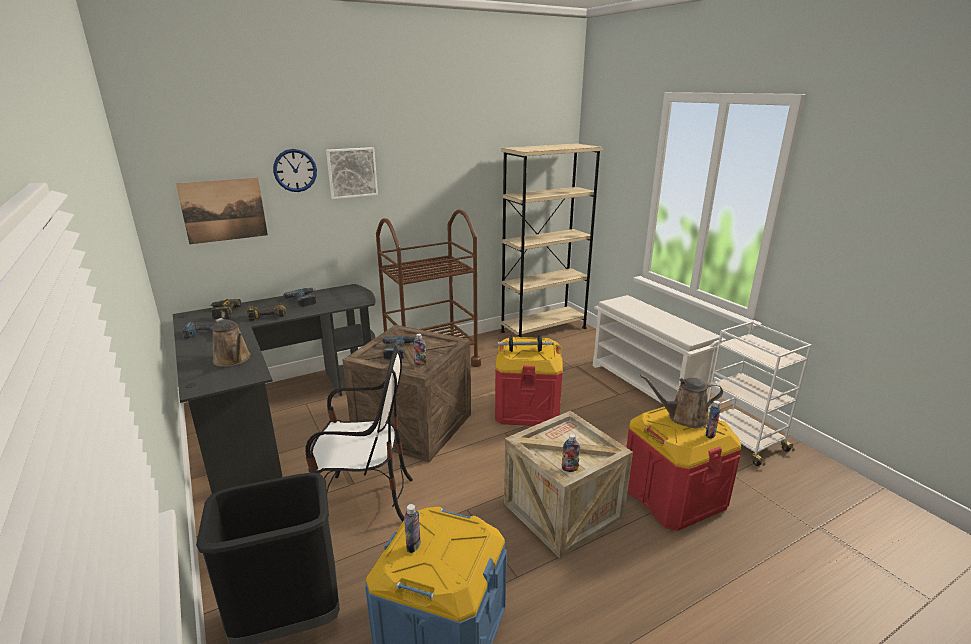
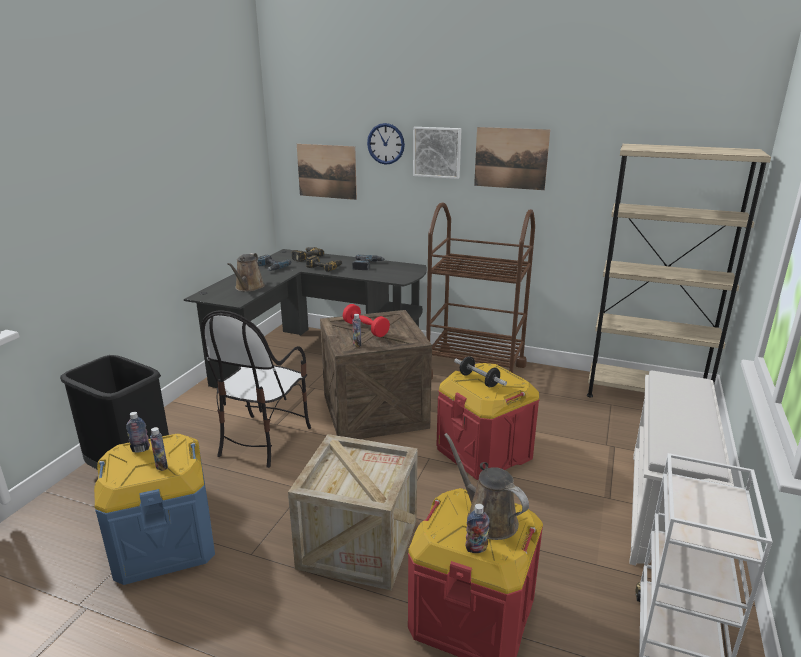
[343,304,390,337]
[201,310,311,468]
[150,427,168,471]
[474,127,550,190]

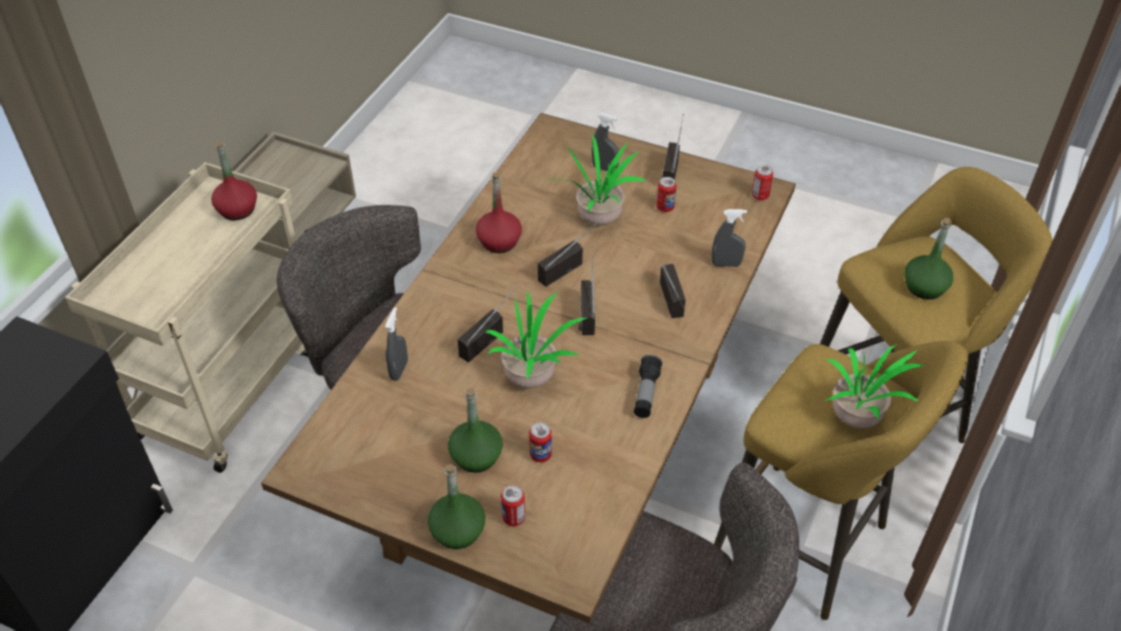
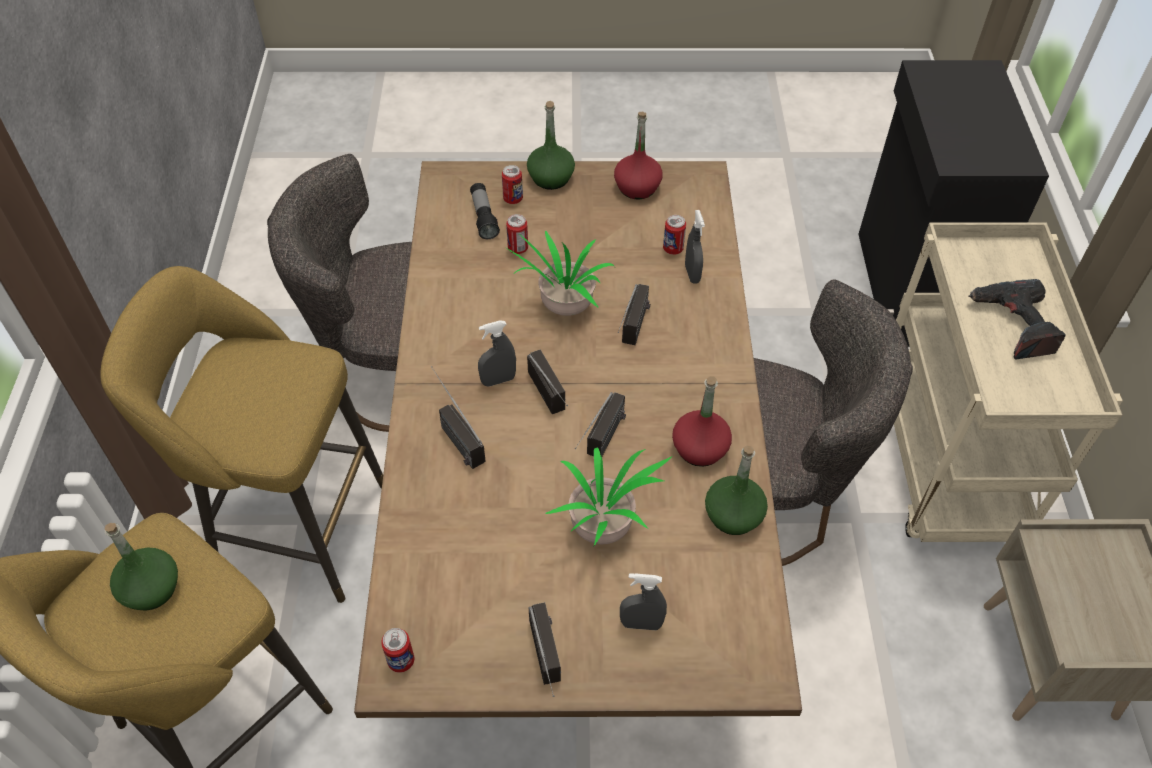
[614,112,663,200]
[663,215,686,255]
[478,321,516,387]
[825,344,924,428] (first image)
[470,183,500,239]
[705,446,768,535]
[969,279,1066,360]

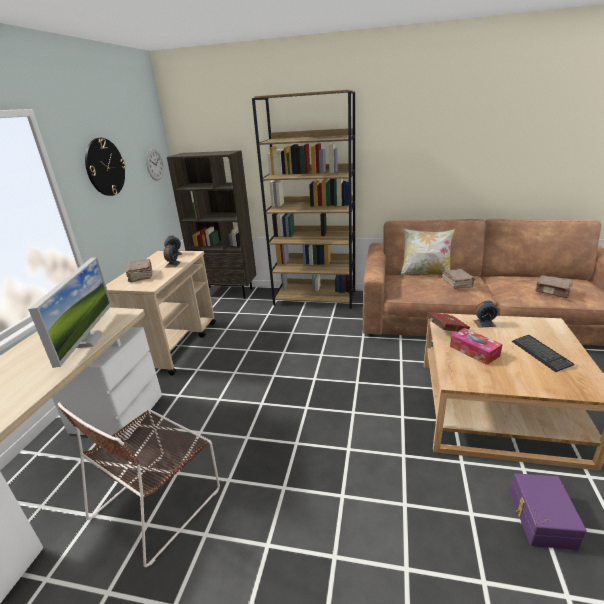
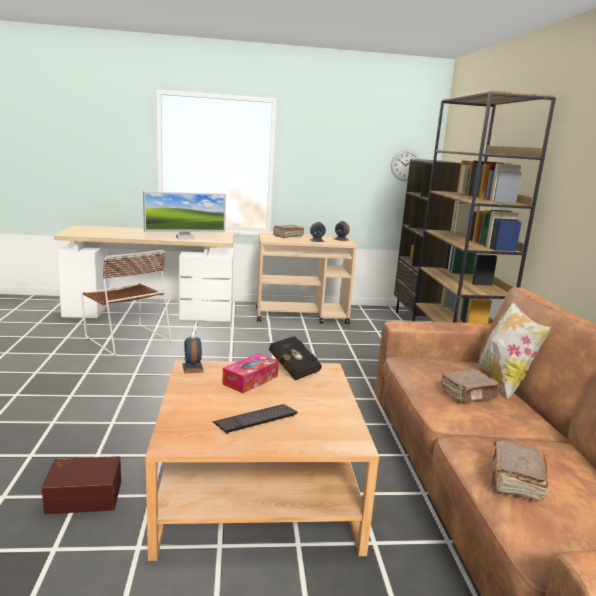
[85,138,126,196] (first image)
[182,335,204,374]
[269,336,322,380]
[81,250,172,356]
[42,456,121,514]

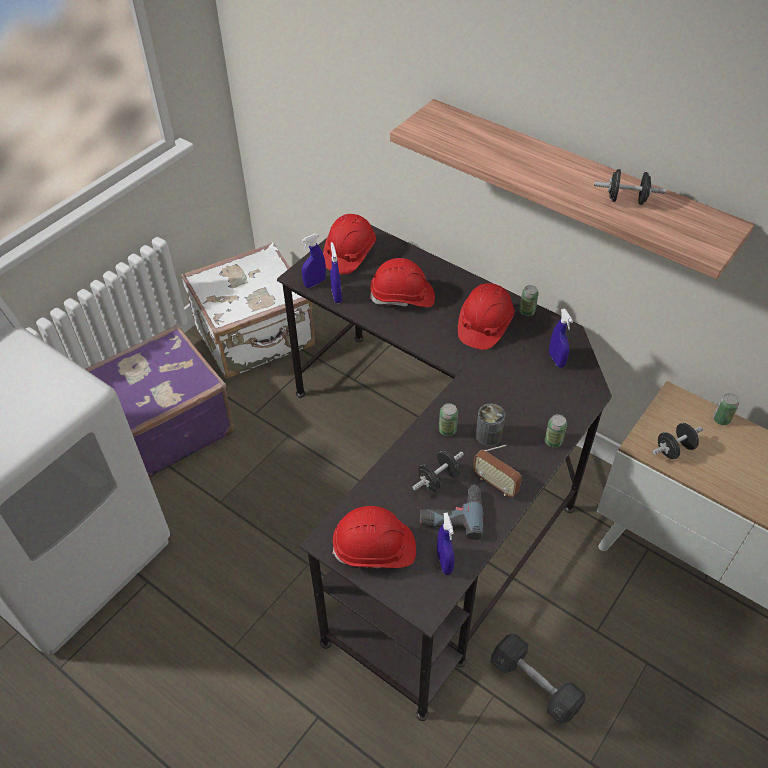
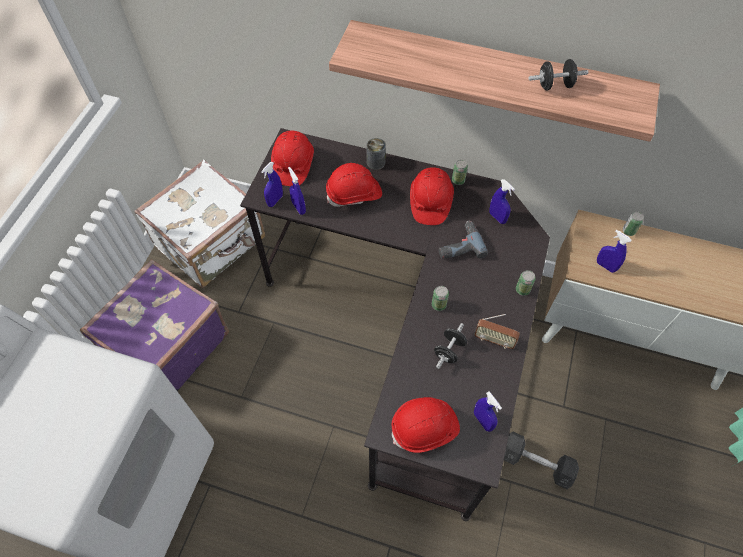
[366,138,386,170]
[597,230,632,273]
[439,221,488,259]

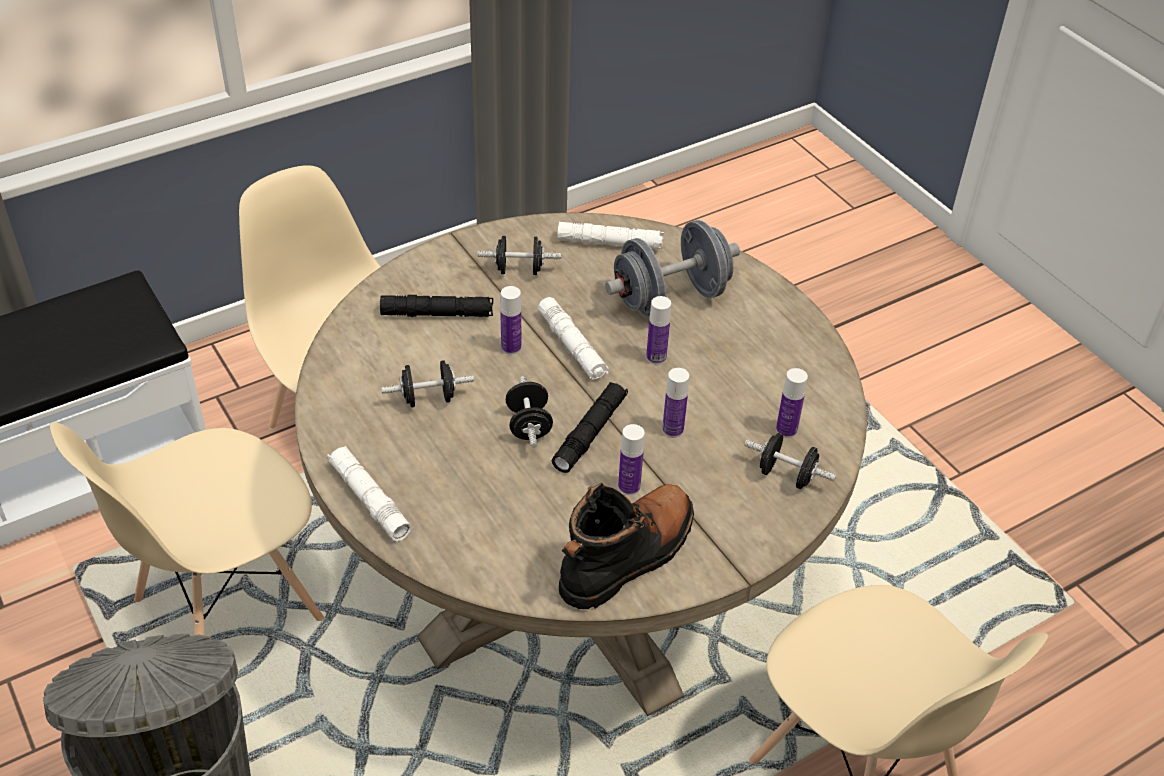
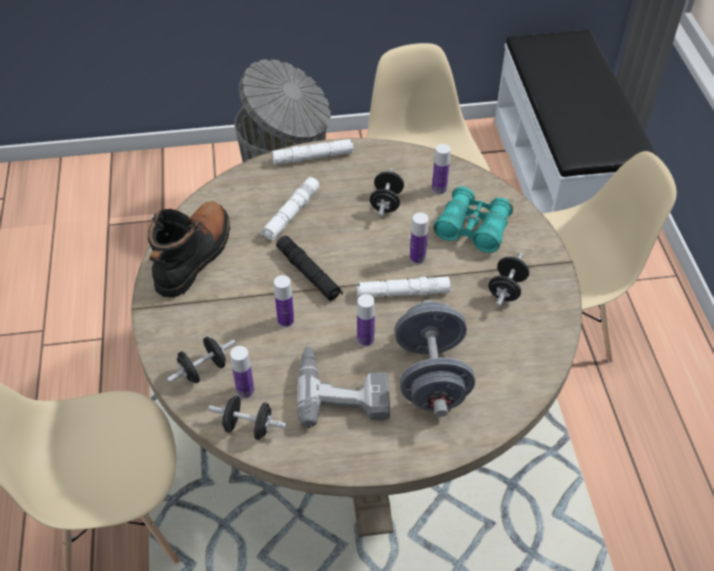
[260,177,320,241]
[433,186,513,253]
[208,396,287,440]
[432,144,451,194]
[148,202,230,298]
[297,346,390,428]

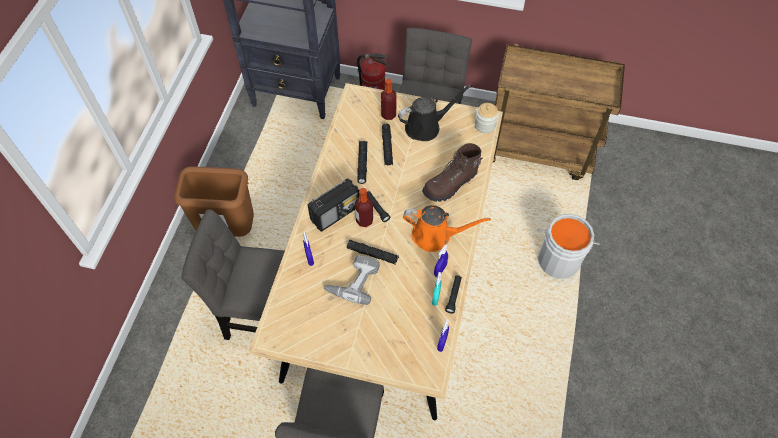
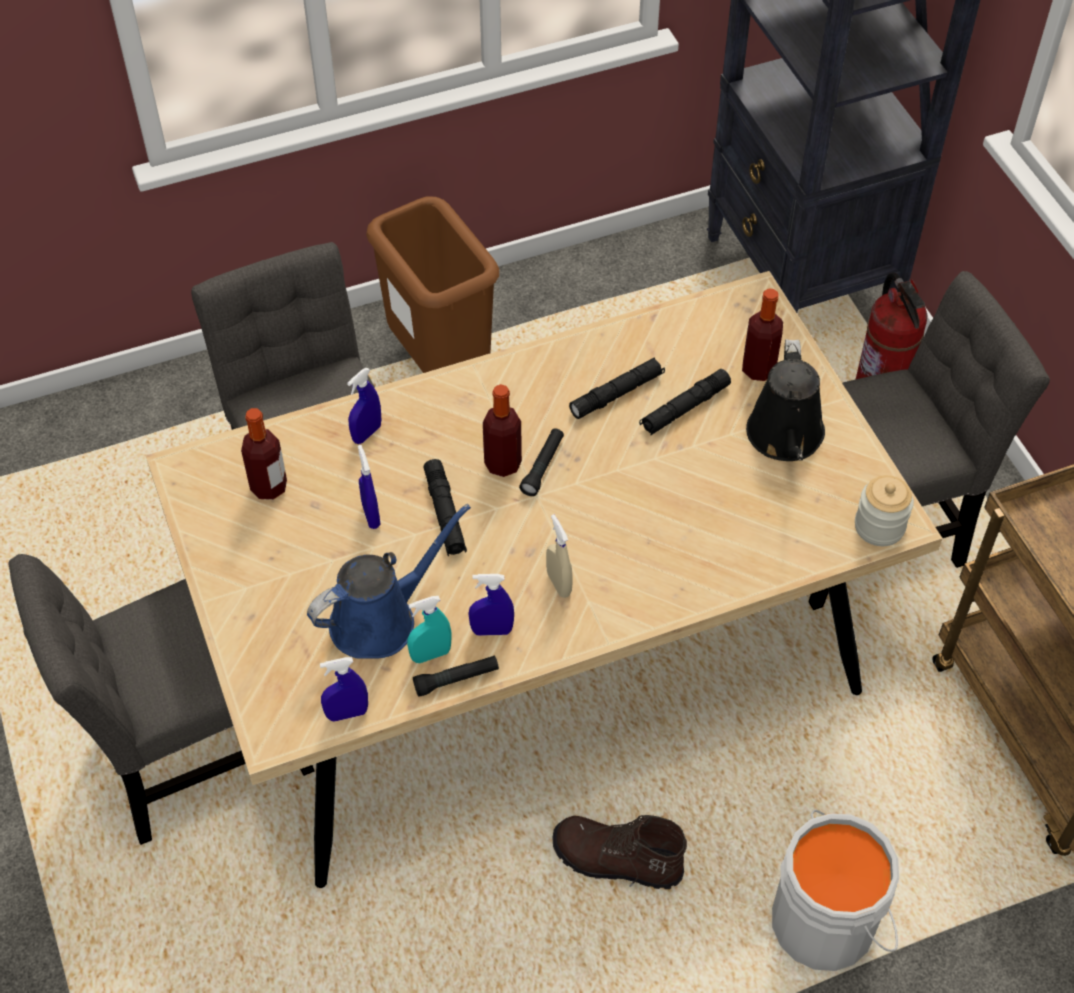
[746,339,825,461]
[552,815,687,889]
[308,178,360,232] (first image)
[546,514,573,598]
[358,445,381,529]
[241,408,287,500]
[307,504,471,659]

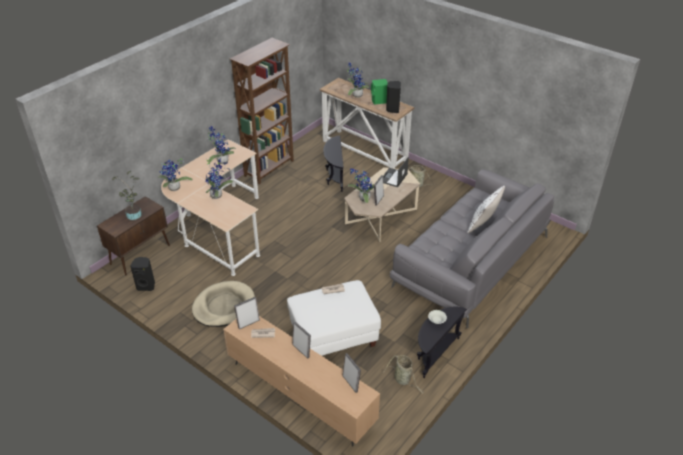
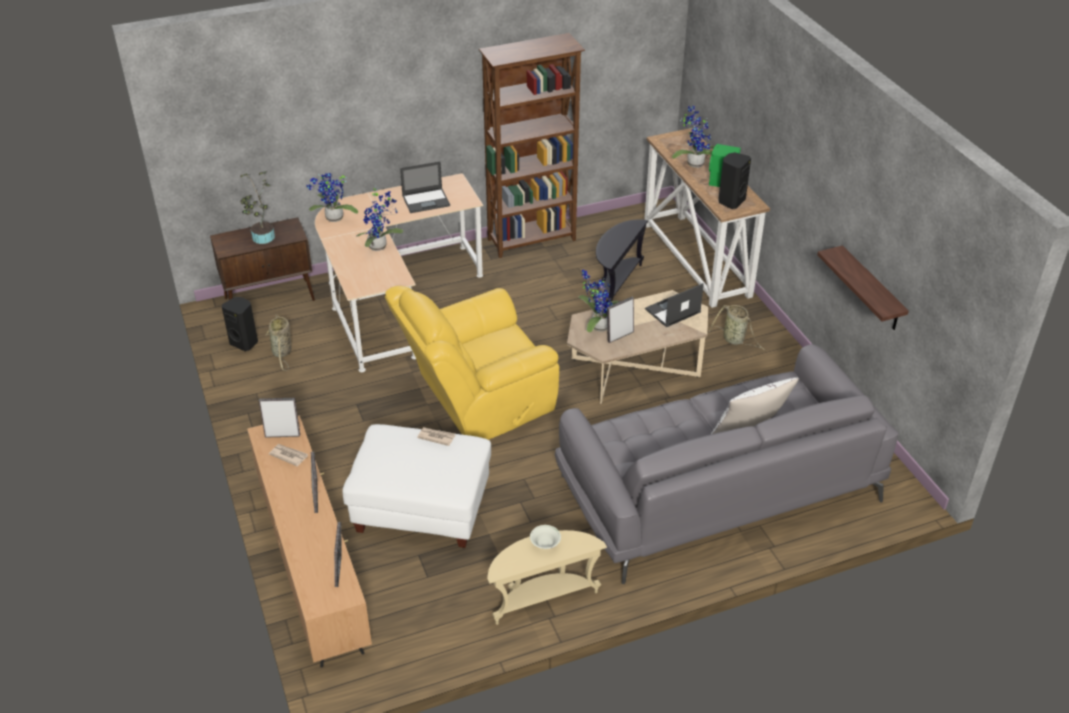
[400,161,450,213]
[192,281,255,327] (first image)
[487,530,607,625]
[266,315,291,371]
[817,245,909,330]
[385,286,559,440]

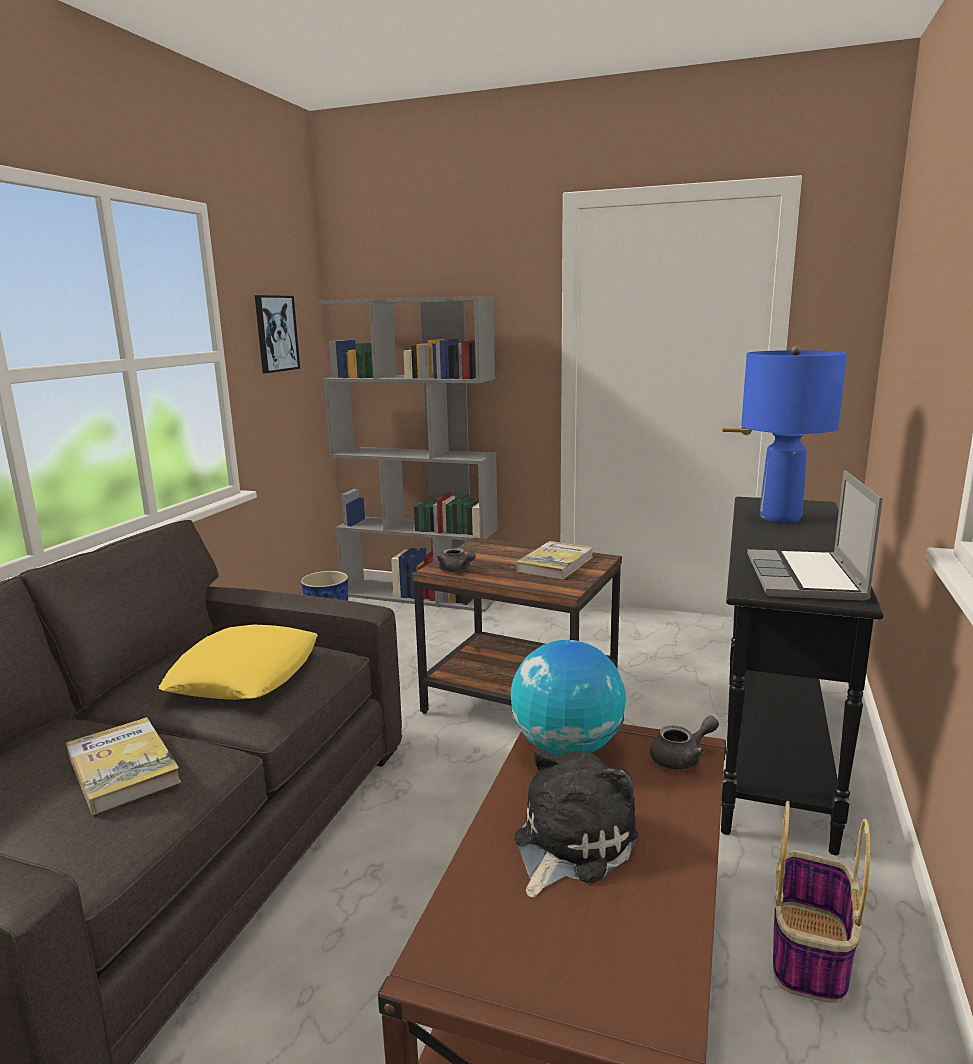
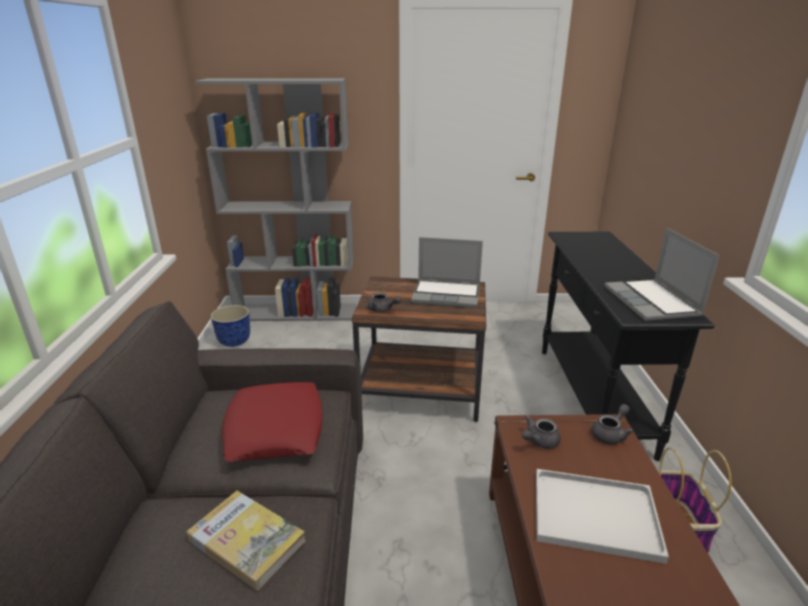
[255,295,300,373] (first image)
[741,345,847,523] (first image)
[411,237,483,308]
[222,382,322,462]
[522,415,561,449]
[536,469,669,564]

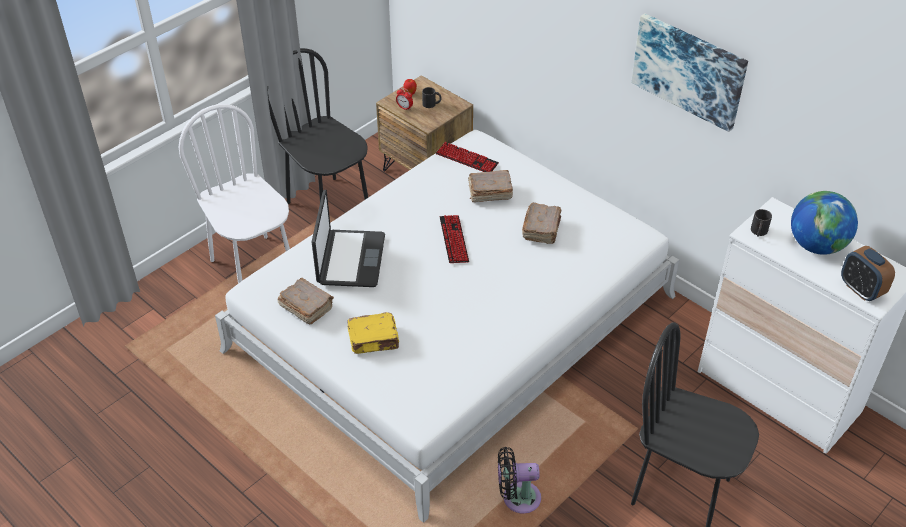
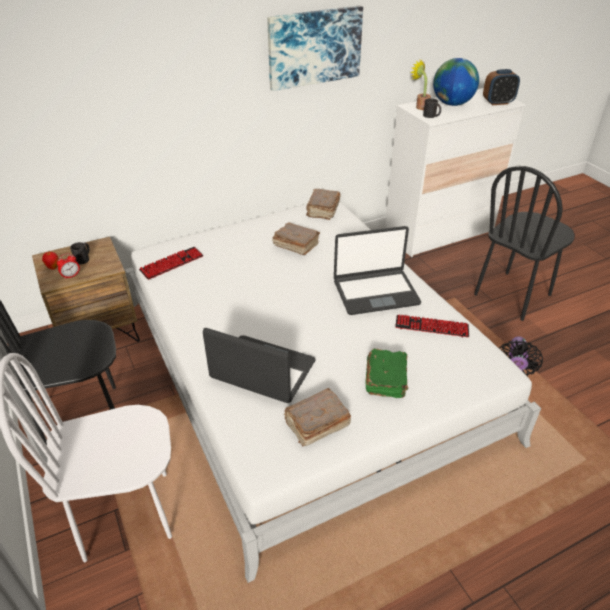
[306,189,341,220]
[395,315,469,337]
[366,349,408,398]
[411,59,431,110]
[334,226,421,315]

